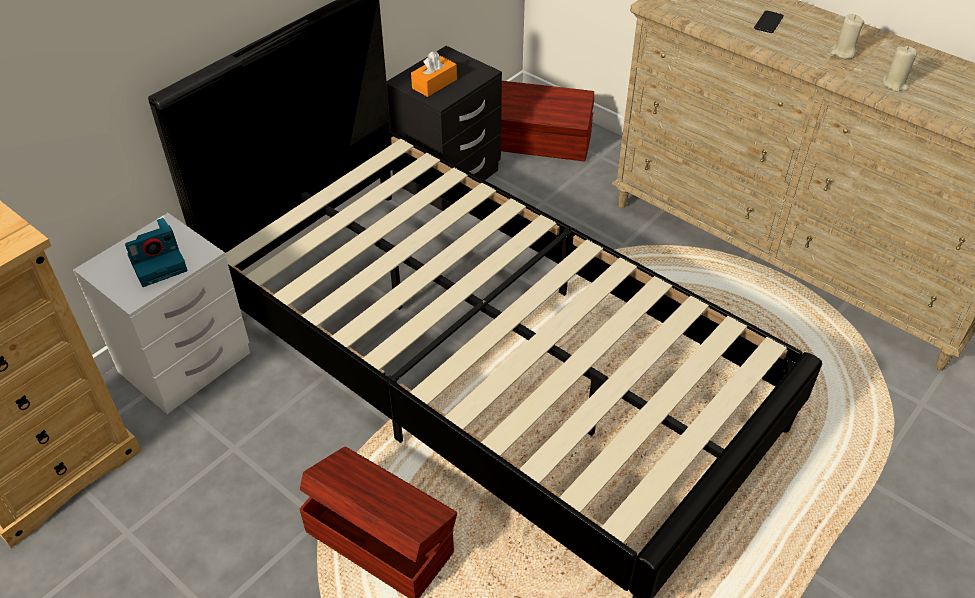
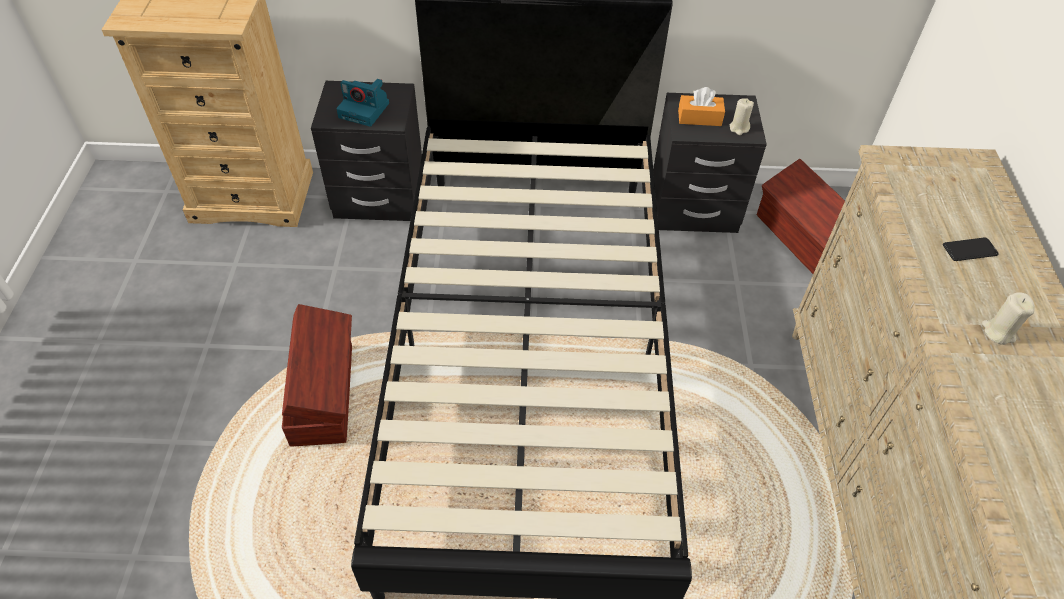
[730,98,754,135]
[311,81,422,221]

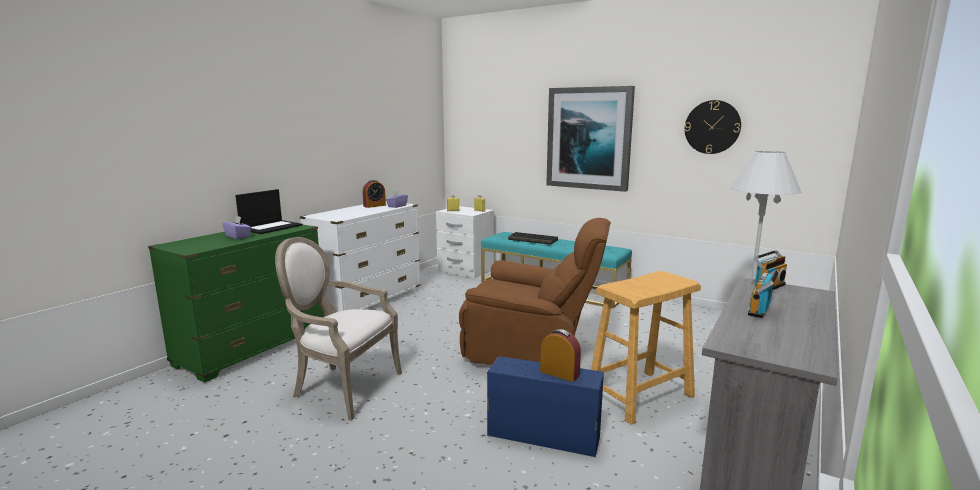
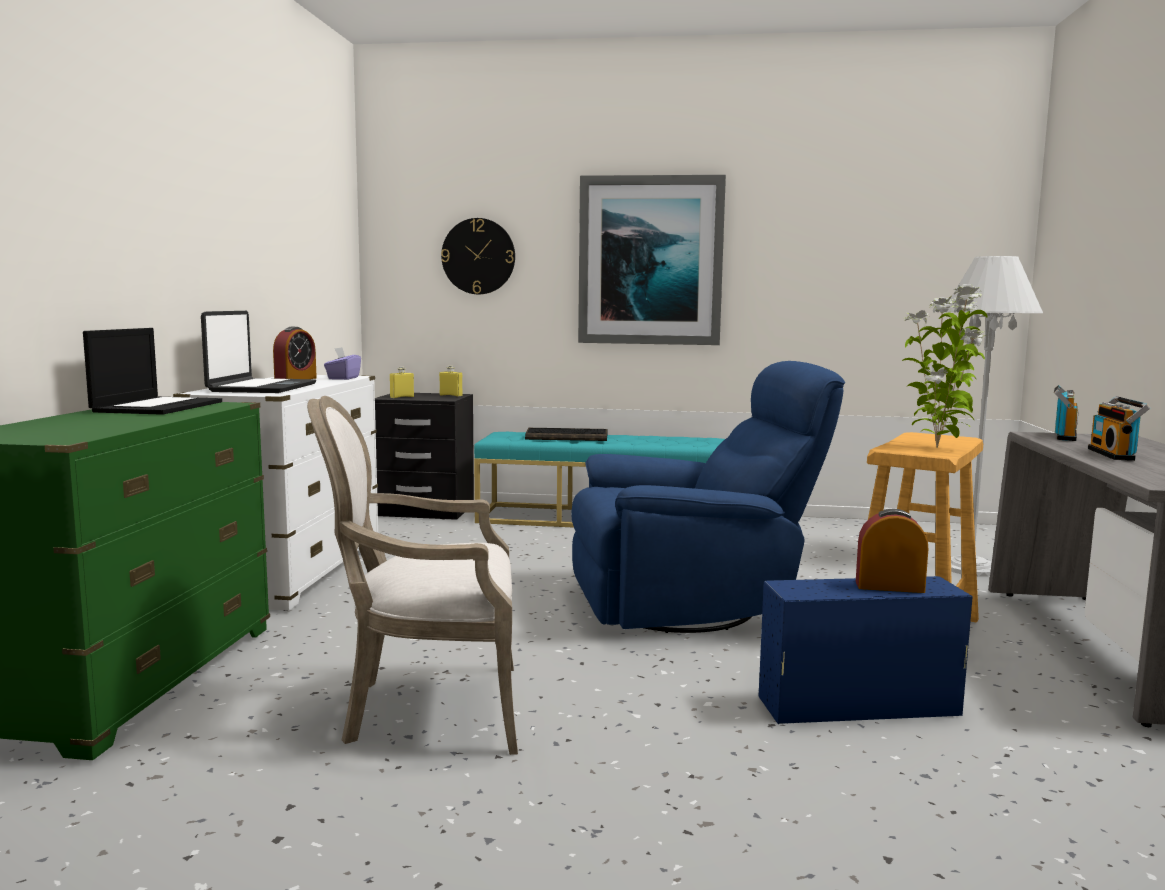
[441,218,515,294]
[375,393,474,520]
[222,216,251,239] (first image)
[571,361,846,633]
[902,284,987,448]
[201,311,316,393]

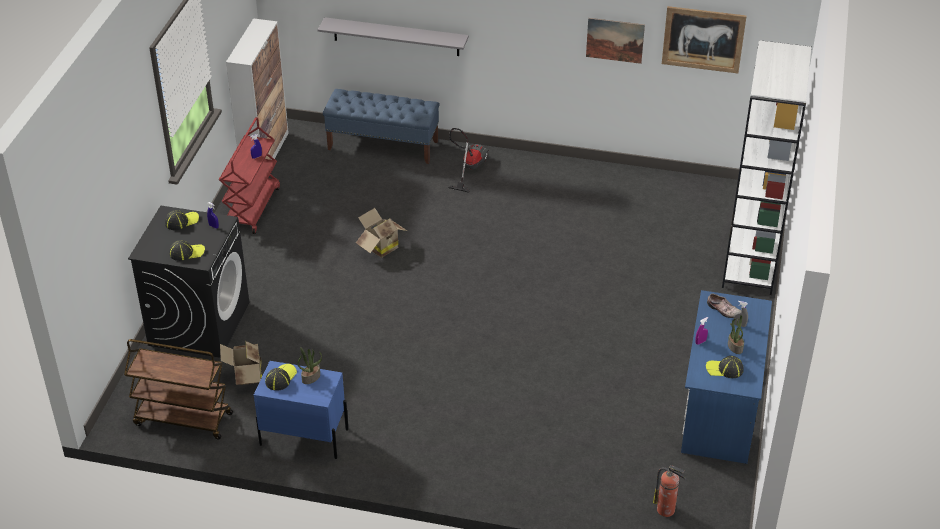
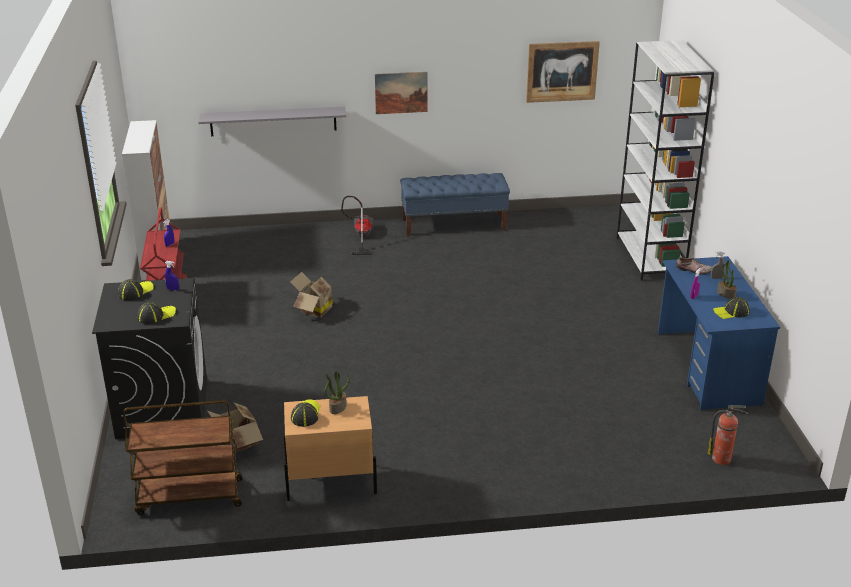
[375,72,428,114]
[400,173,510,237]
[283,396,377,501]

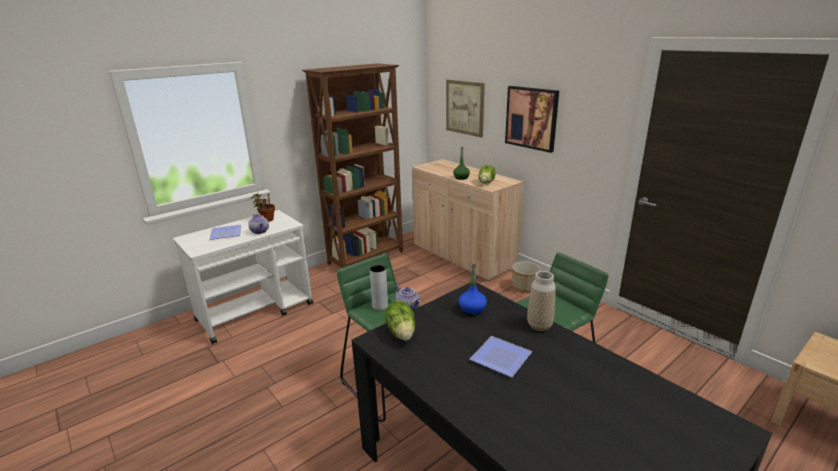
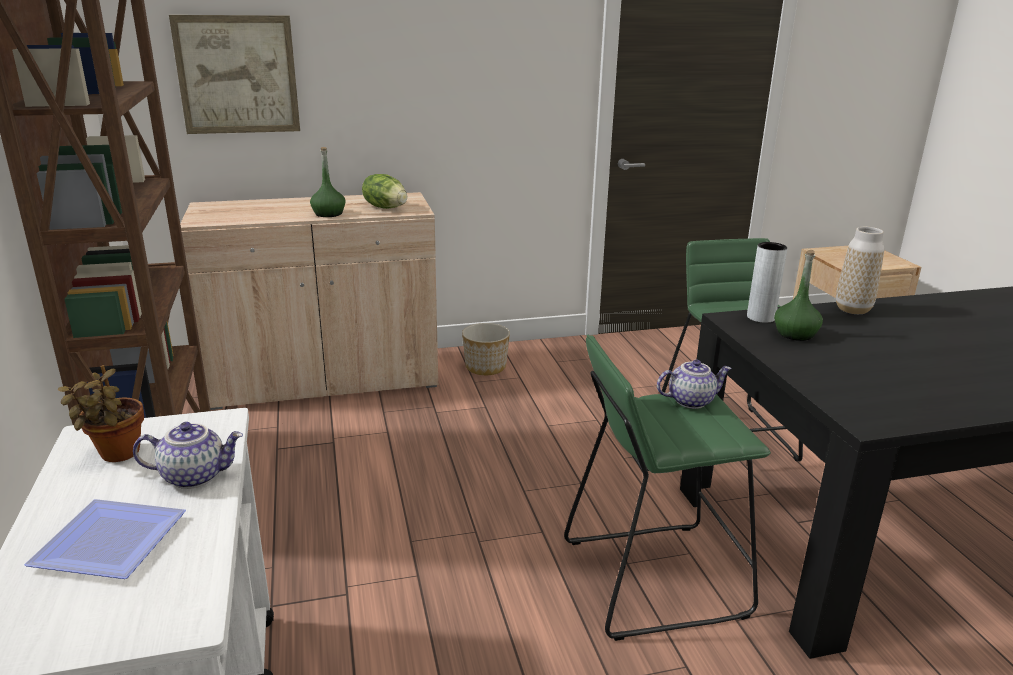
[505,86,559,153] (first image)
[774,250,823,341]
[747,242,788,323]
[385,301,415,341] (first image)
[470,336,532,377] (first image)

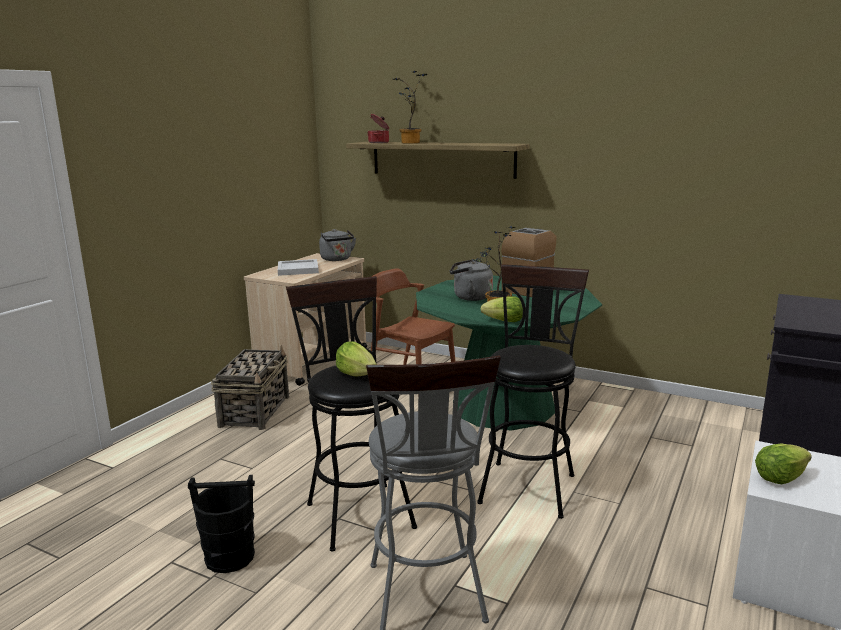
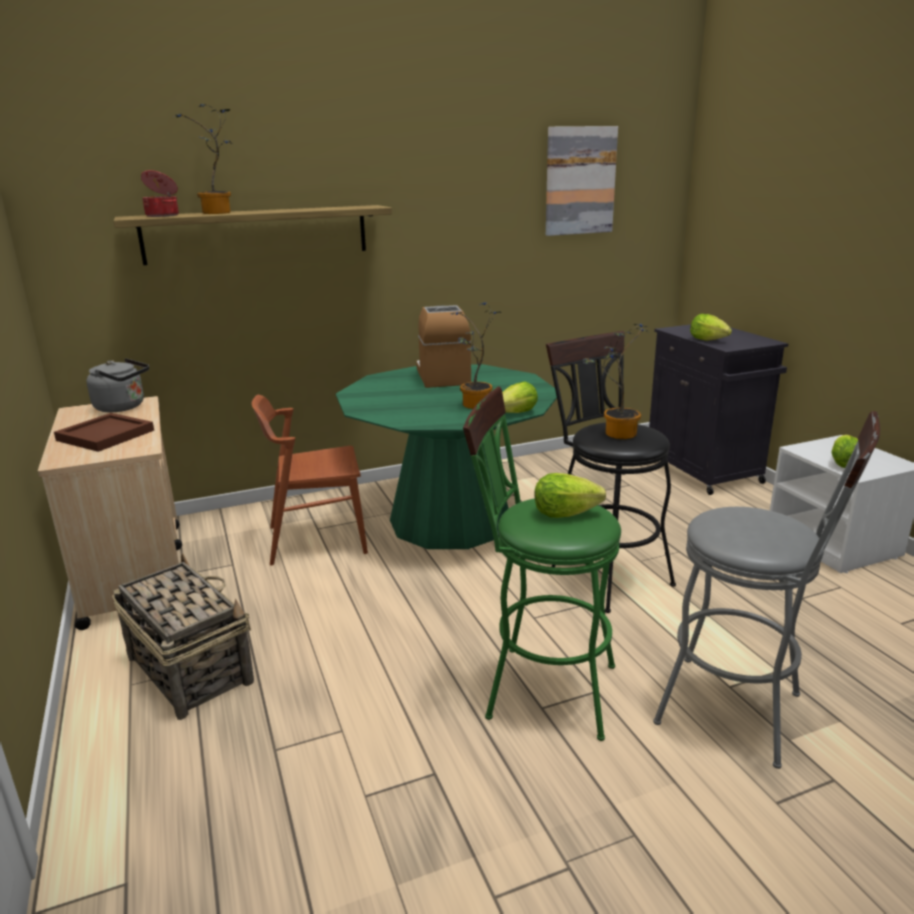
[54,413,154,452]
[450,260,493,301] (first image)
[463,386,621,741]
[188,475,255,573] (first image)
[546,126,618,236]
[690,314,732,341]
[583,324,649,439]

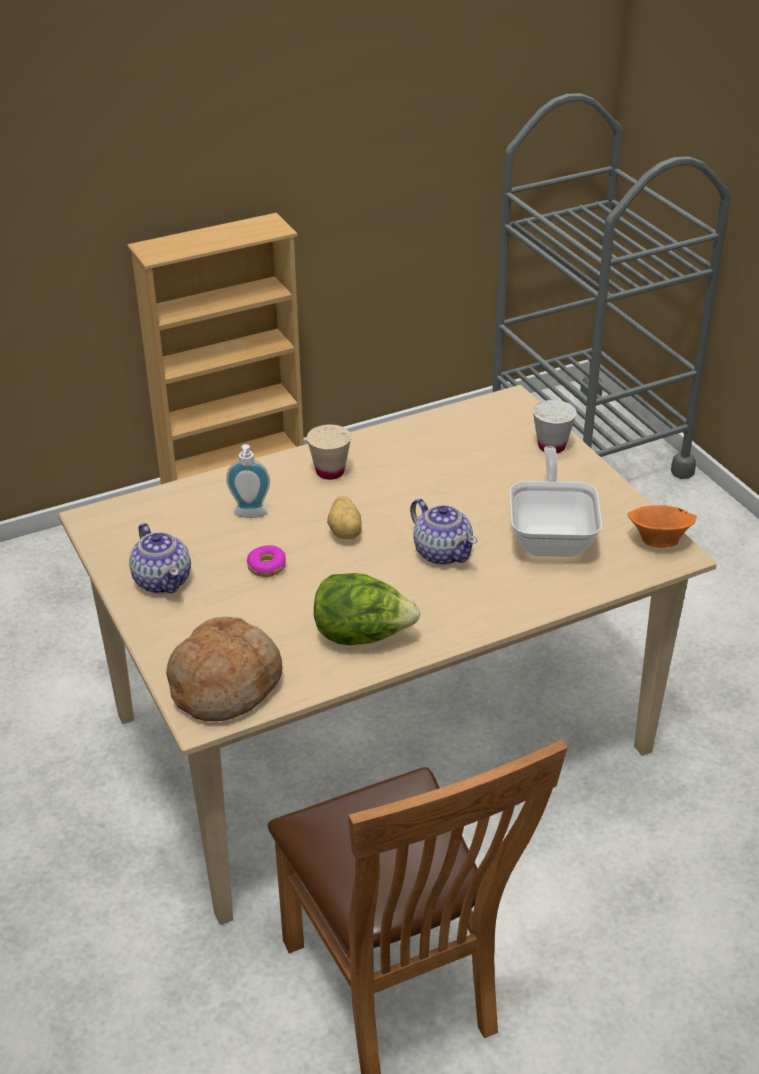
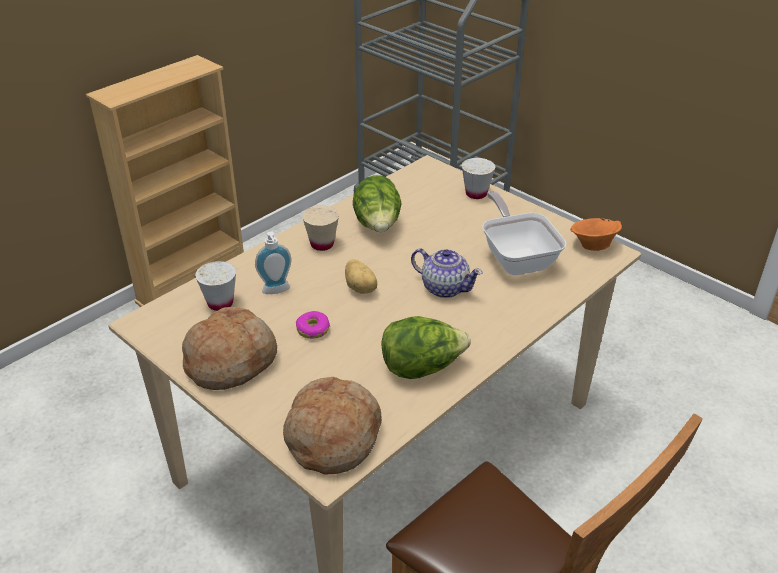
[182,307,277,390]
[353,175,402,232]
[195,261,236,311]

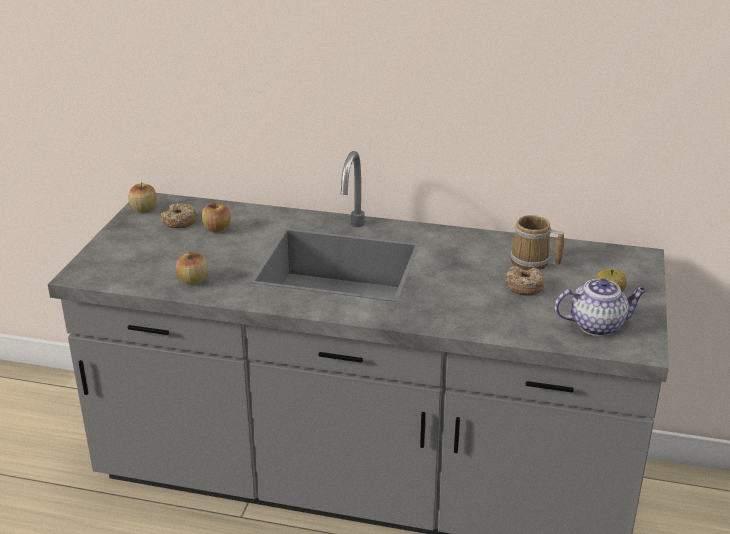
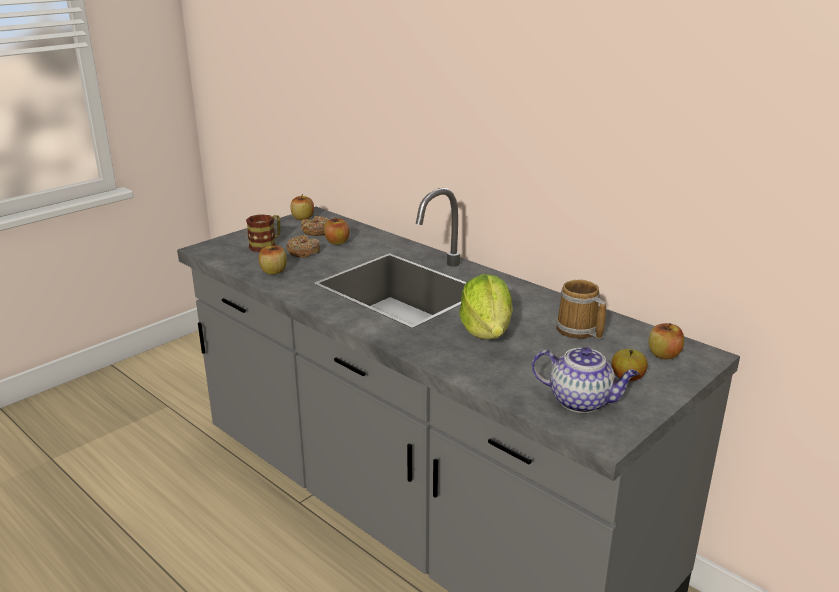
[286,235,320,258]
[246,214,281,252]
[459,274,513,339]
[648,323,684,360]

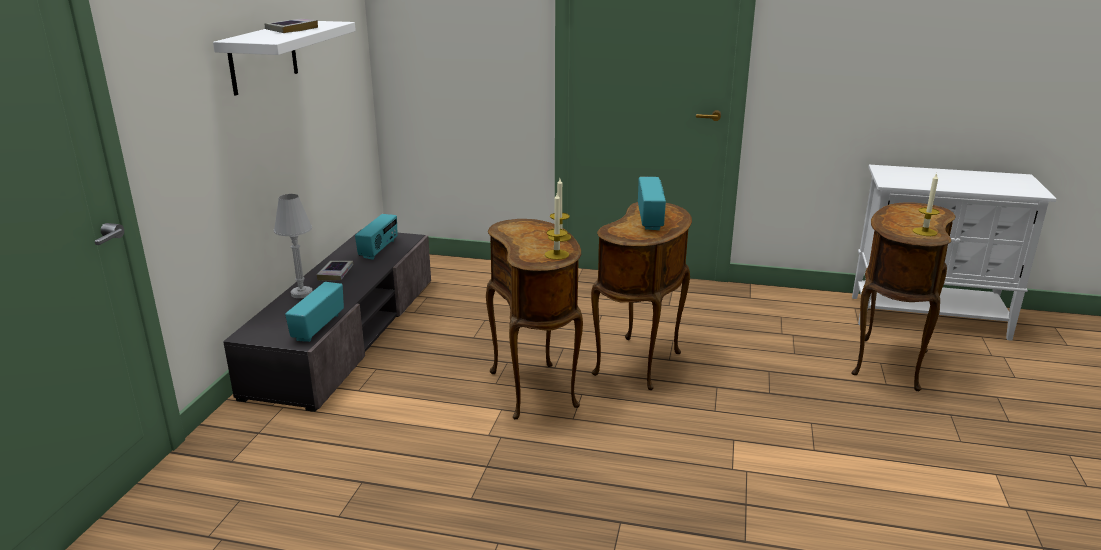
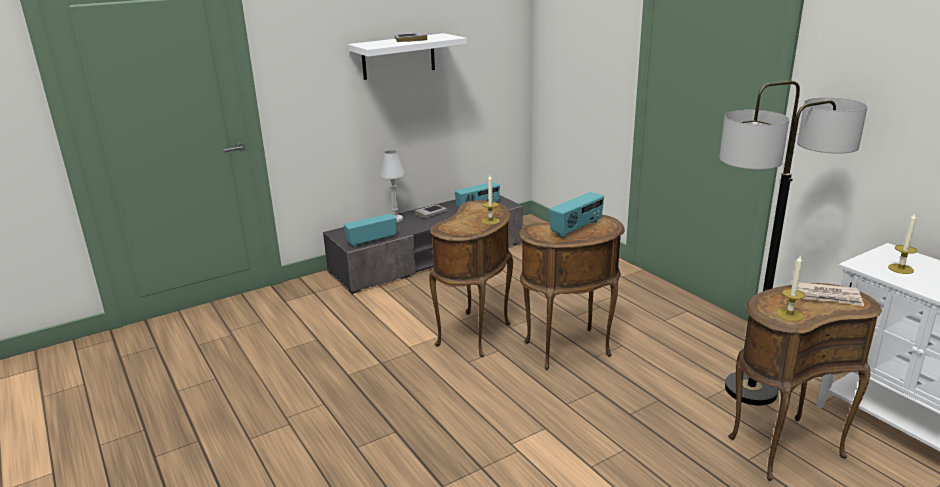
[888,213,917,274]
[719,81,868,405]
[797,282,864,306]

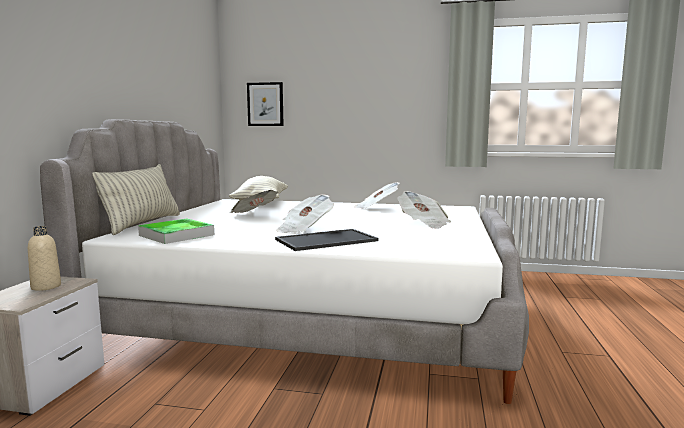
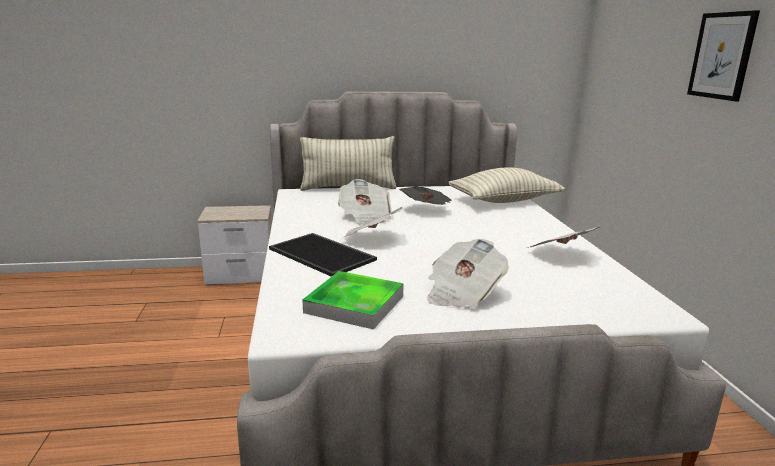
[687,10,760,101]
[302,271,404,330]
[28,226,61,291] (first image)
[338,179,392,226]

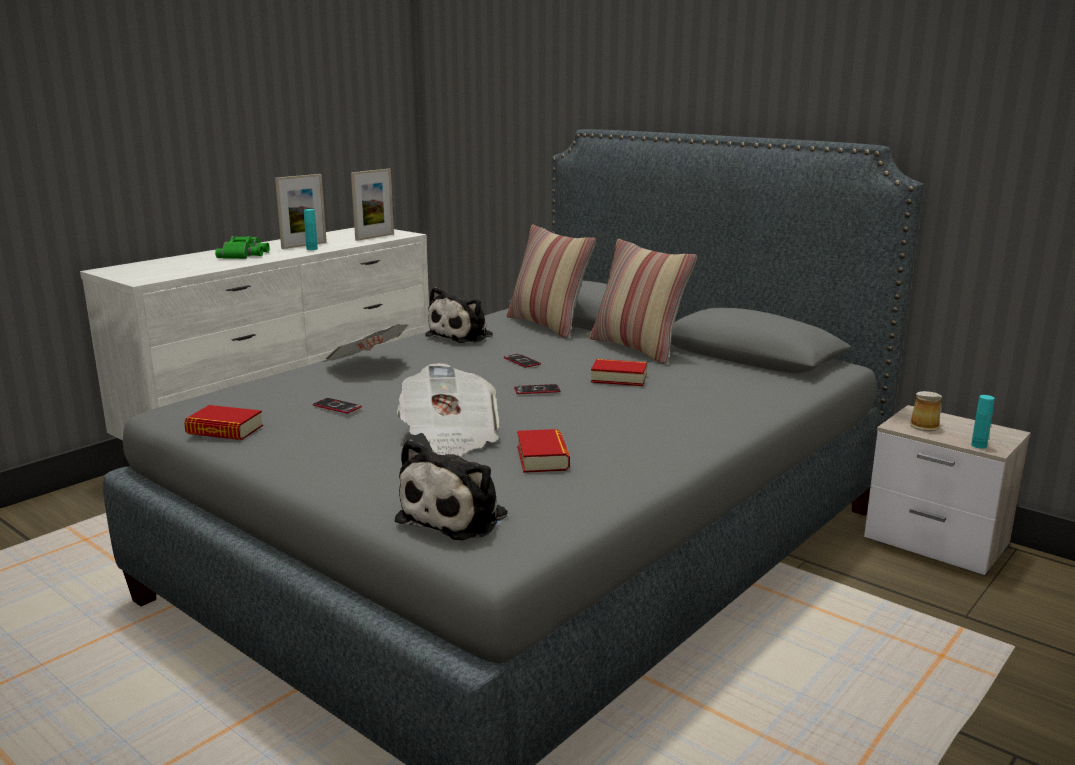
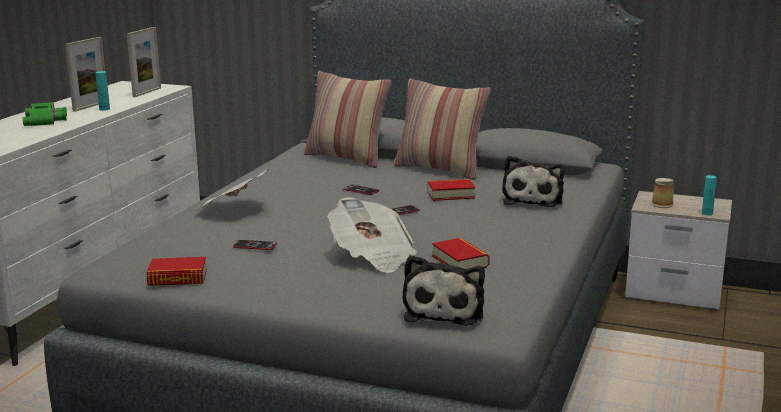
[502,156,565,207]

